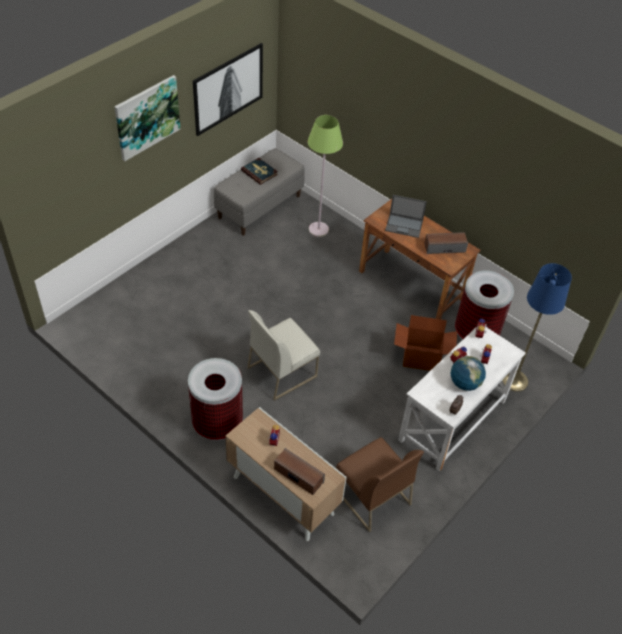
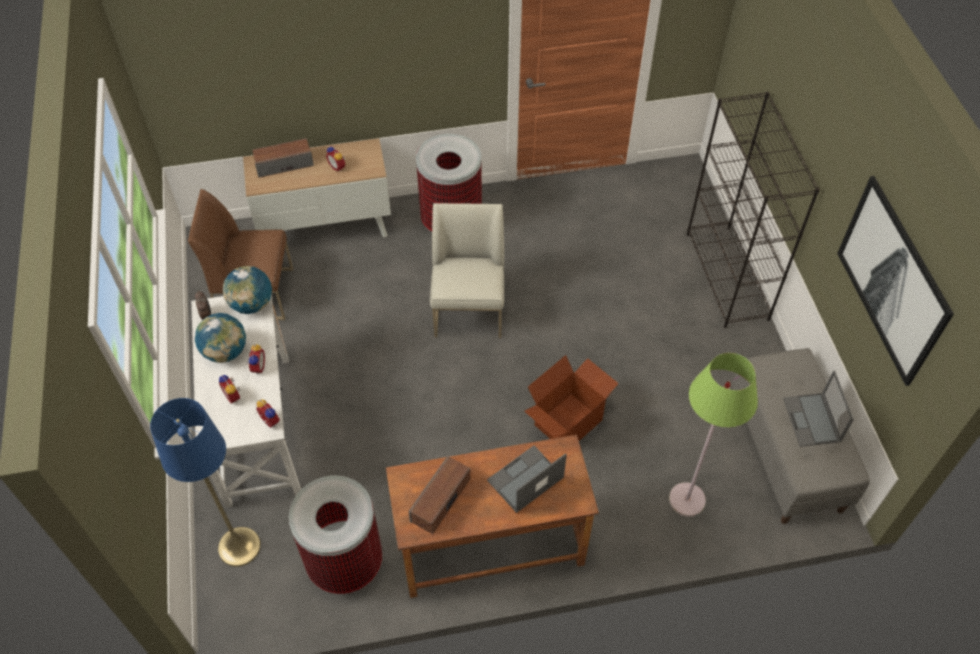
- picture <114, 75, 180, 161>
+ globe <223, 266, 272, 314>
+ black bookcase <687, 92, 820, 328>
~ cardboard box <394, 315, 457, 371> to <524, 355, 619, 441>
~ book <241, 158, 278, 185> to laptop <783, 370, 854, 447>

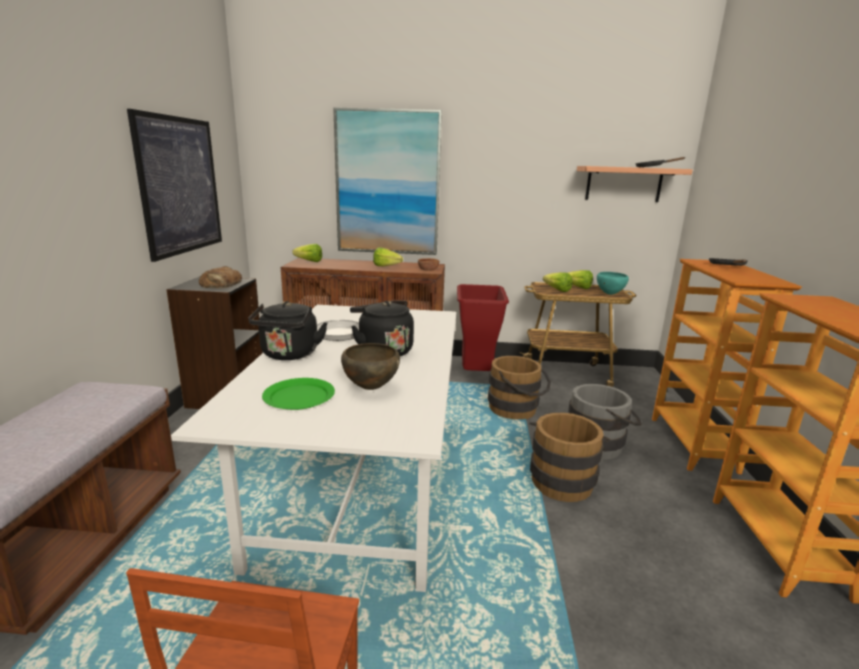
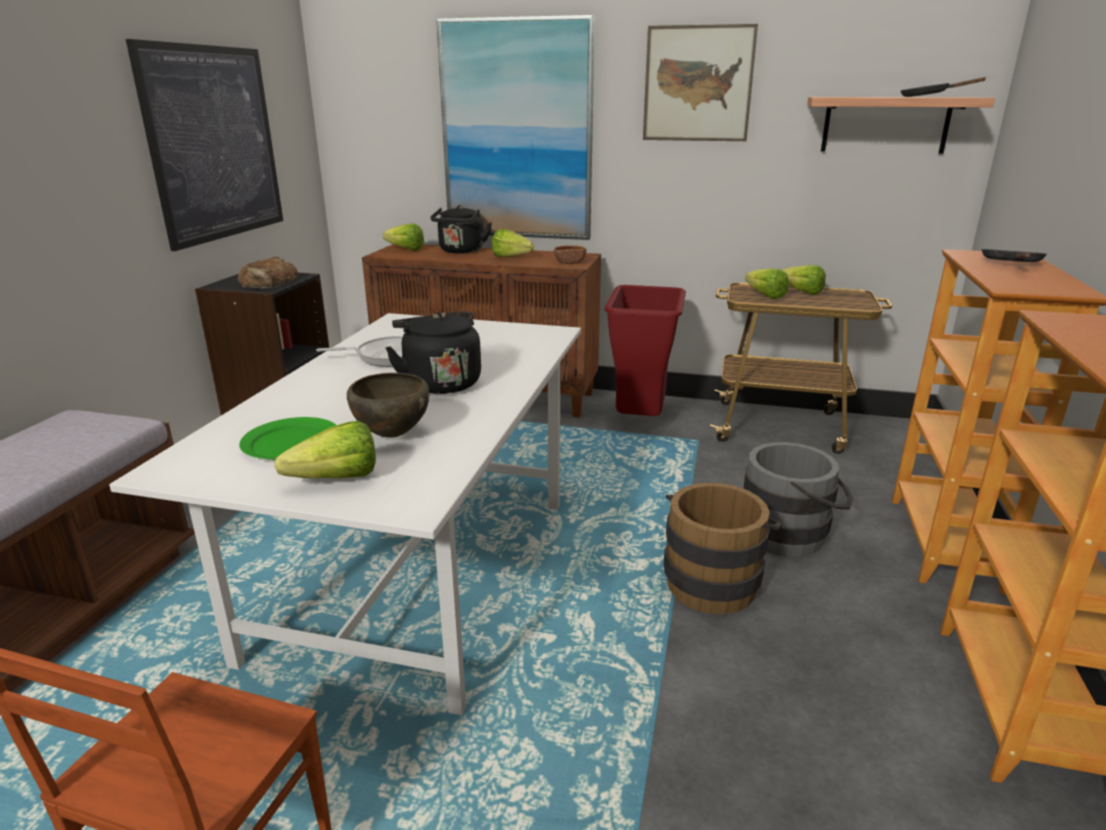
- brown bucket <488, 356, 551, 419>
- turquoise bowl <597, 272, 629, 295>
+ lettuce <274, 421, 376, 478>
+ picture <643, 24, 758, 141>
~ black kettle <248, 301, 327, 360> to <431, 205, 492, 253>

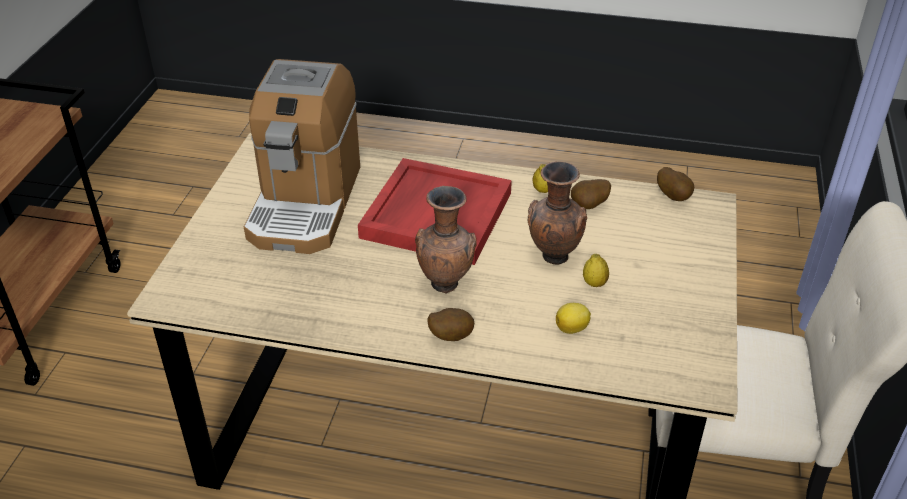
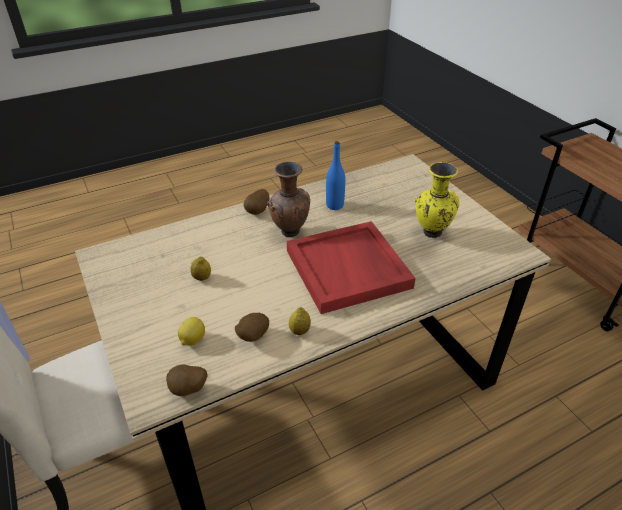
- brown vase <528, 161, 587, 265>
+ blue bottle <326, 141, 345, 210>
~ lemon <556, 303, 591, 334> to <178, 317, 205, 346>
~ coffee machine <244, 59, 360, 254> to yellow vase <415, 162, 459, 238>

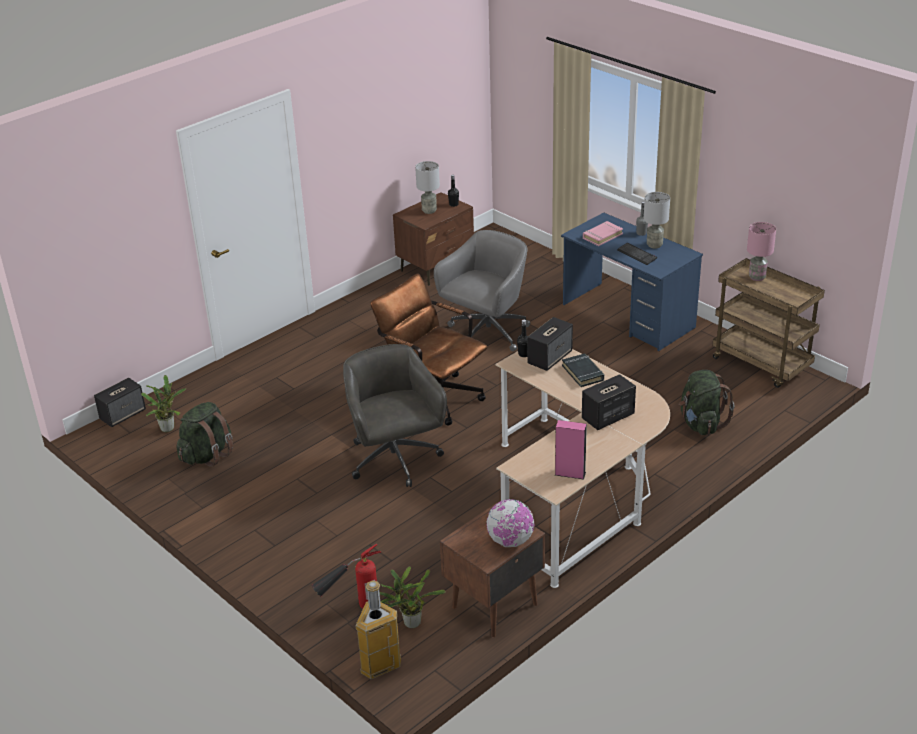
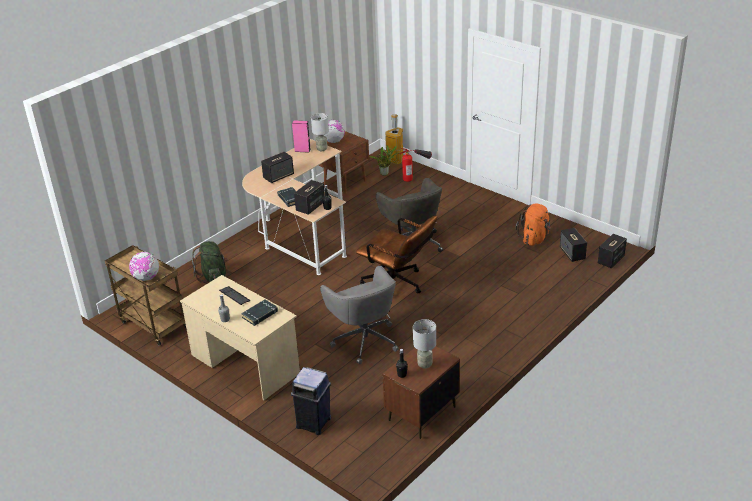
+ blue trash can <291, 367, 331, 435>
~ grey table lamp <644, 192, 670, 249> to <311, 113, 329, 151>
~ potted plant <141, 375, 186, 432> to speaker <560, 228, 587, 262>
~ pink table lamp <747, 222, 776, 281> to globe <129, 252, 159, 281>
~ green backpack <177, 402, 233, 467> to orange backpack <516, 203, 551, 246>
~ blue desk <561, 212, 703, 351> to beige desk <180, 275, 300, 401>
~ pink book <583, 221, 623, 246> to black book <242, 299, 278, 326>
~ grey office chair <434, 230, 530, 352> = <320, 266, 399, 364> 60 degrees counterclockwise

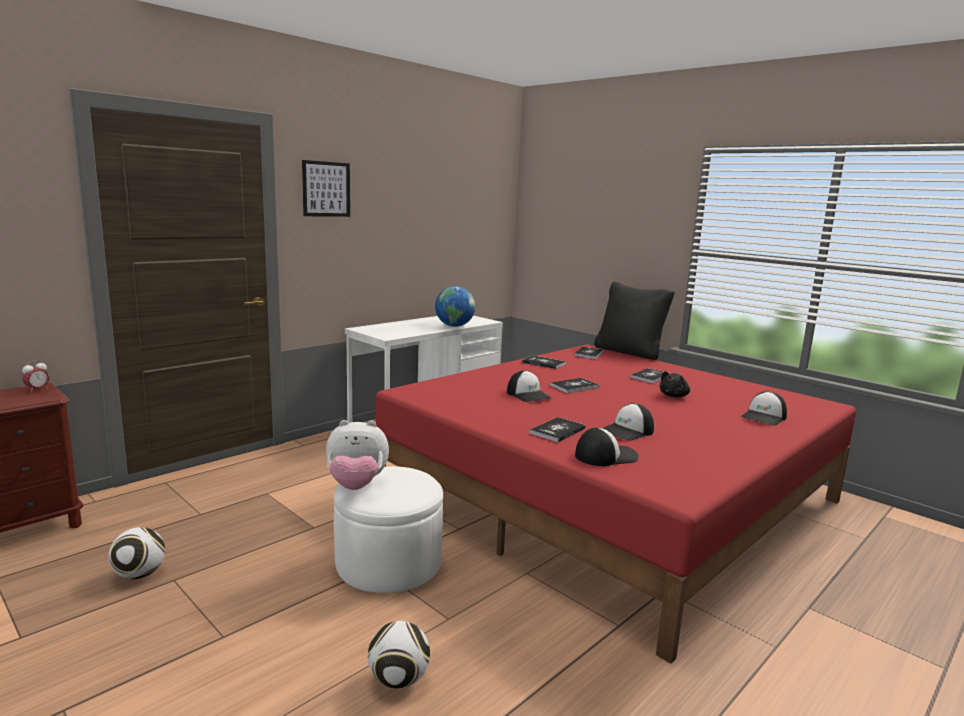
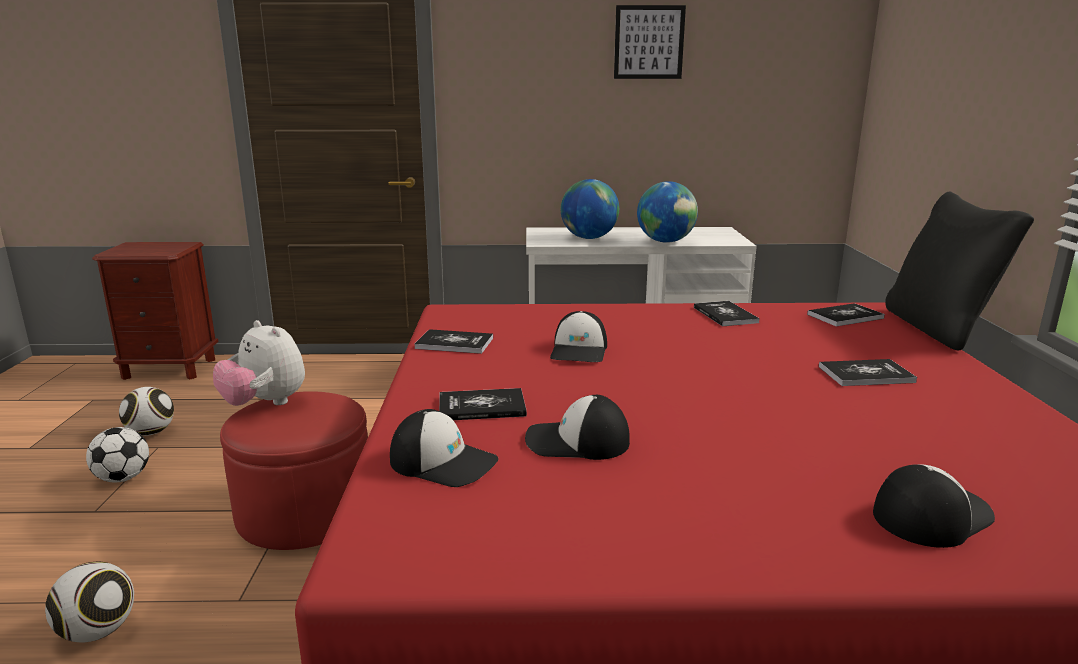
- alarm clock <22, 360, 50, 392>
- black plush toy <659, 371, 690, 397>
+ football <86, 427, 149, 483>
+ globe <561, 179, 619, 239>
~ picture <302, 160, 350, 217> to <614, 5, 686, 79>
~ book <550, 378, 599, 393> to <415, 329, 493, 354>
~ white ottoman <334, 466, 443, 593> to red ottoman <220, 391, 368, 550>
~ cap <741, 391, 787, 426> = <873, 464, 995, 548> 150 degrees clockwise

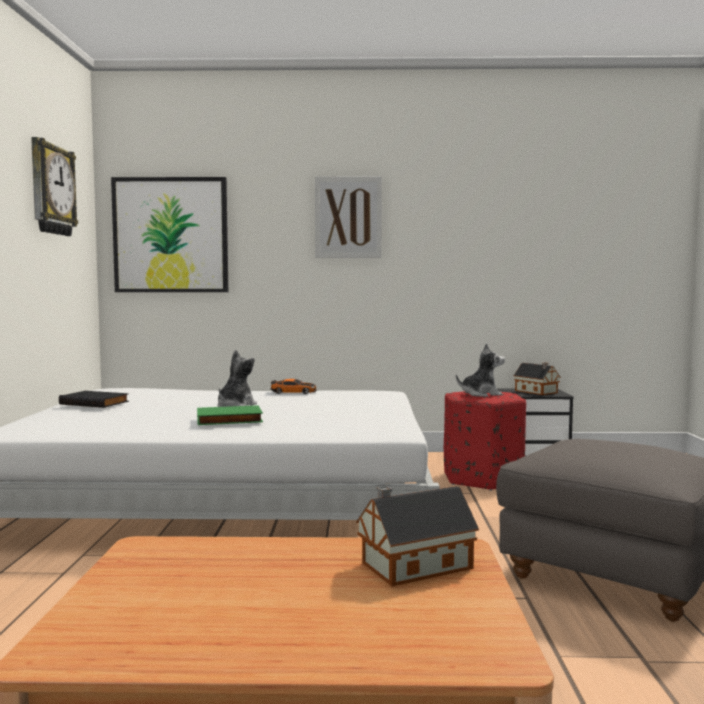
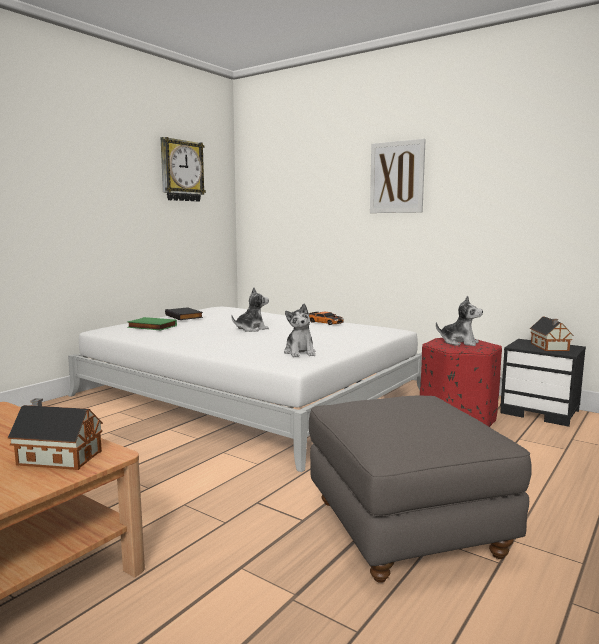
- picture <111, 177, 228, 292>
+ plush toy <284, 304, 315, 357>
~ green book <197, 405, 263, 425> to <127, 317, 177, 330>

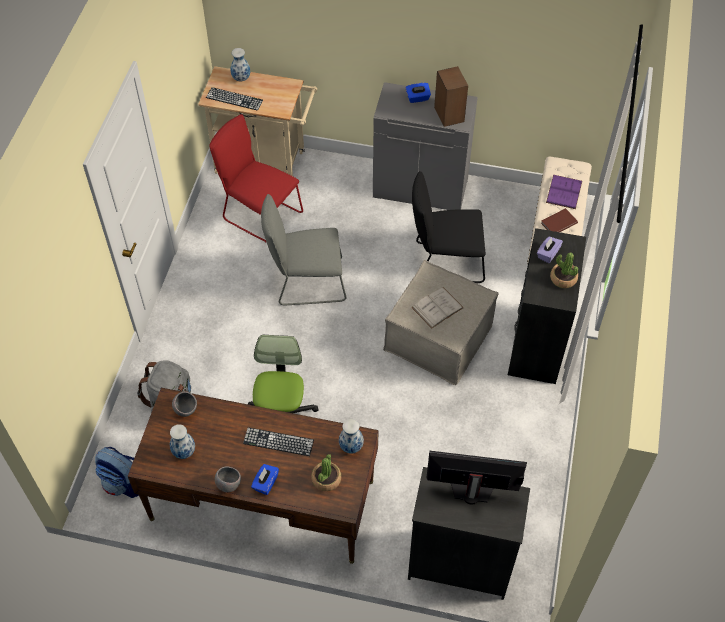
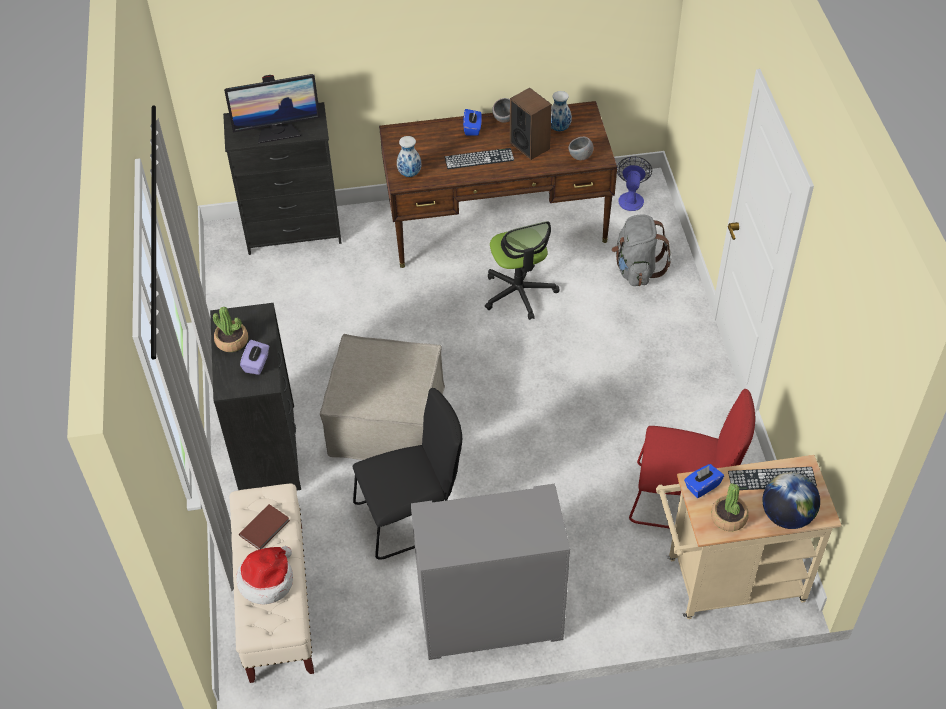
- grey chair <261, 194, 347, 305>
- white book <411, 287, 463, 328>
~ potted plant <311, 454, 341, 491> to <711, 483, 749, 531>
~ blue tissue box <406, 83, 431, 103> to <684, 464, 724, 498>
~ speaker <434, 66, 468, 127> to <510, 88, 552, 160>
~ backpack <95, 447, 139, 498> to fan <617, 156, 652, 211>
~ vase <230, 48, 250, 81> to globe <763, 473, 820, 529>
~ purple book <546, 175, 582, 209> to hat <236, 546, 293, 604>

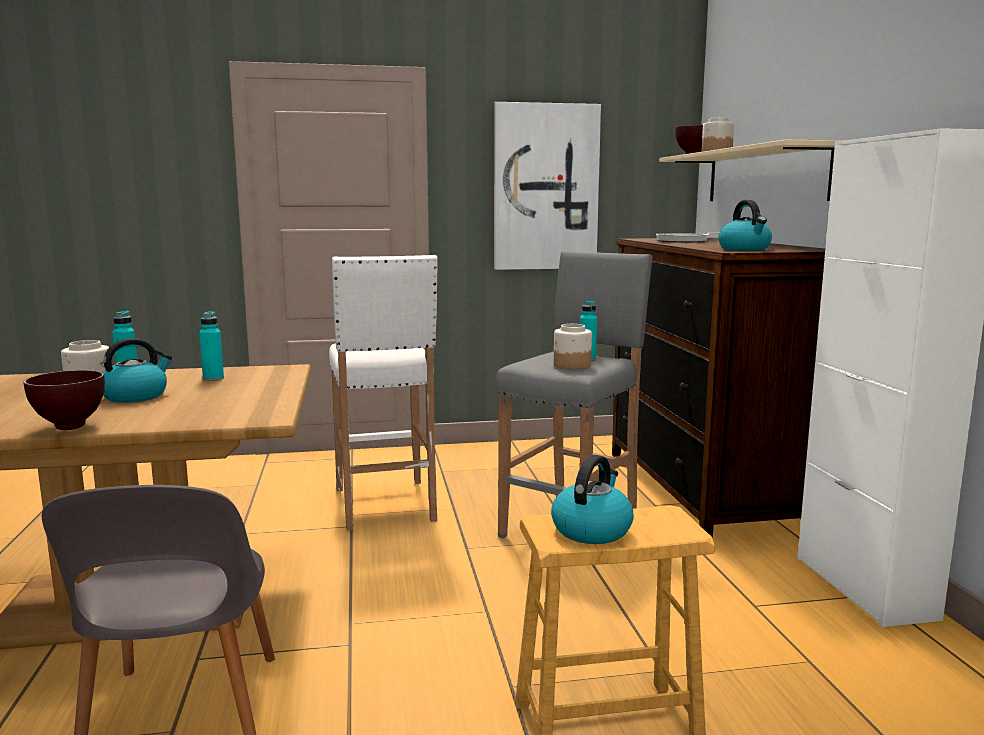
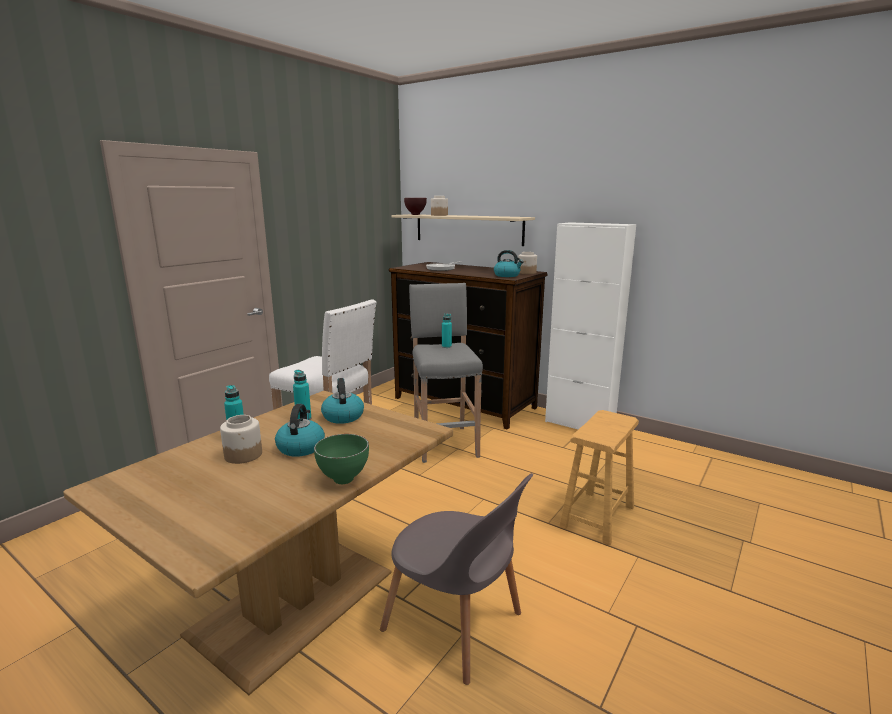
- picture <494, 102, 601, 270>
~ kettle <551, 455, 634, 544> to <321, 378, 364, 424>
~ jar <554, 324, 592, 370> to <518, 252, 537, 274>
~ brown bowl <23, 370, 105, 430> to green bowl <314, 434, 369, 484>

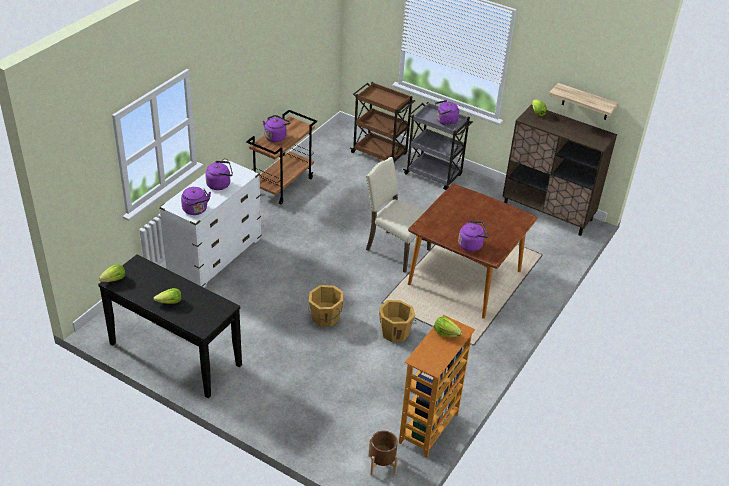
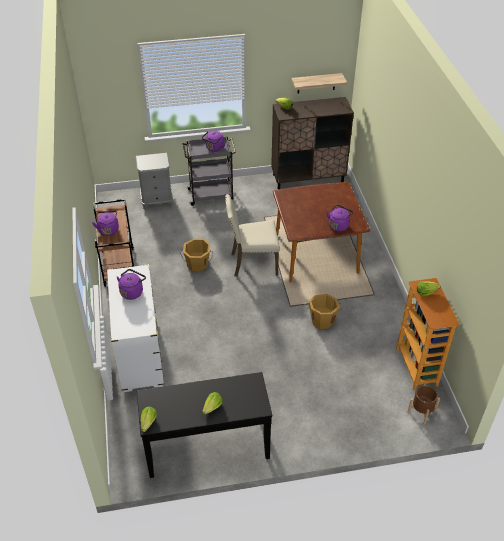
- purple kettle <181, 187, 211, 215>
~ orange bucket <307, 285, 344, 327> to <180, 238, 213, 271>
~ brown cart <350, 82, 415, 162> to grey nightstand <135, 153, 173, 210>

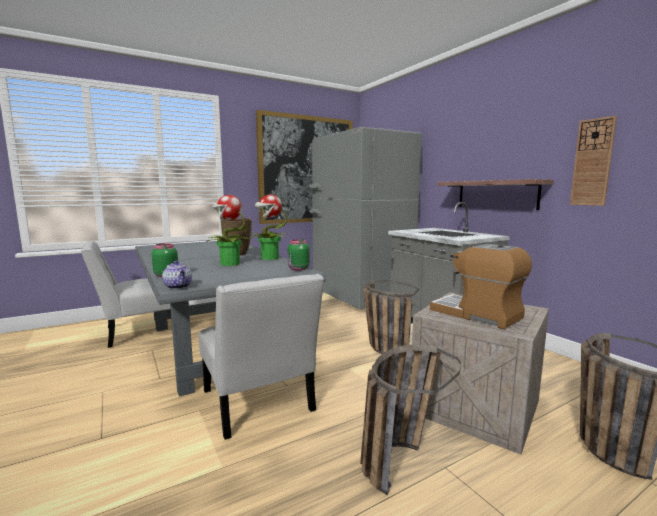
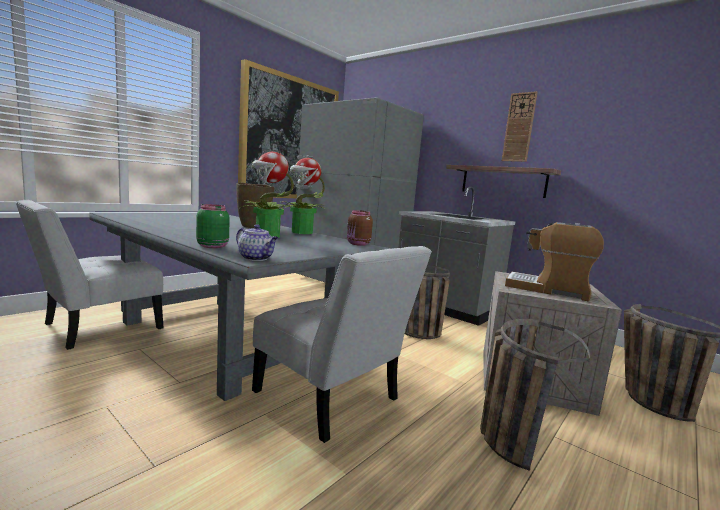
~ wall clock <570, 116, 617, 206> to <502, 91, 538, 162>
~ green jar <288, 239, 310, 271> to brown jar <347, 210, 373, 246>

